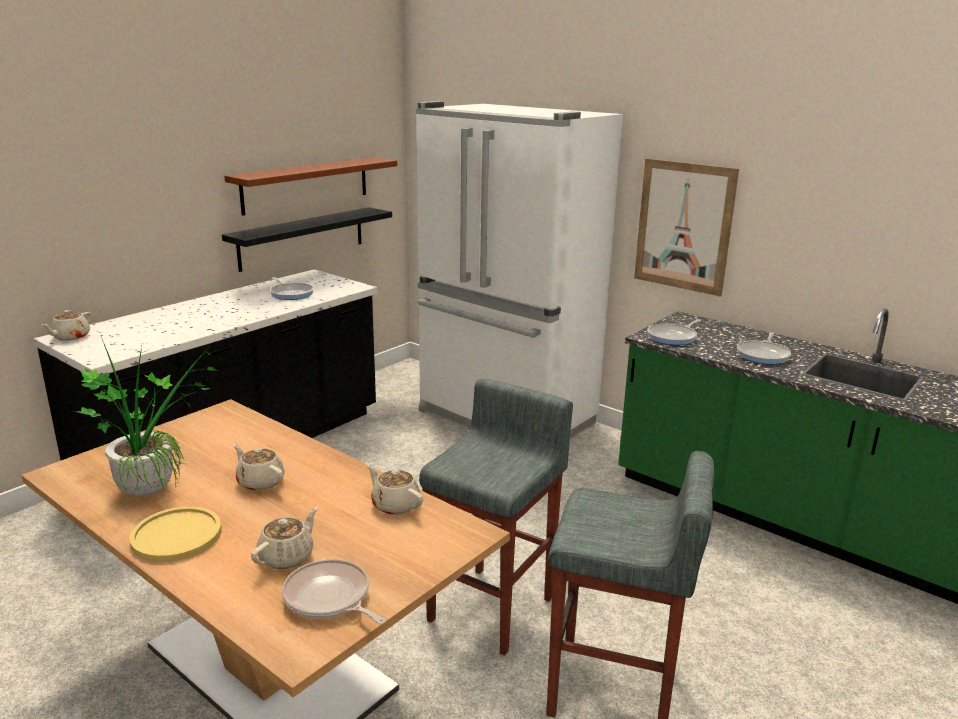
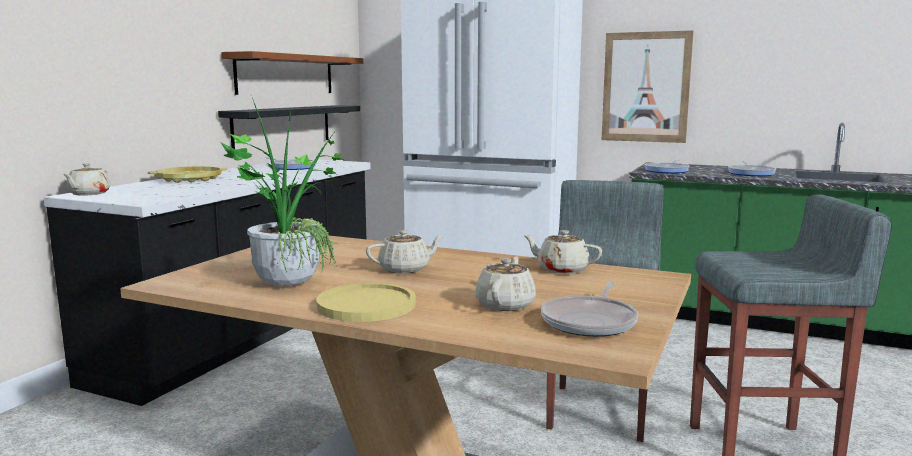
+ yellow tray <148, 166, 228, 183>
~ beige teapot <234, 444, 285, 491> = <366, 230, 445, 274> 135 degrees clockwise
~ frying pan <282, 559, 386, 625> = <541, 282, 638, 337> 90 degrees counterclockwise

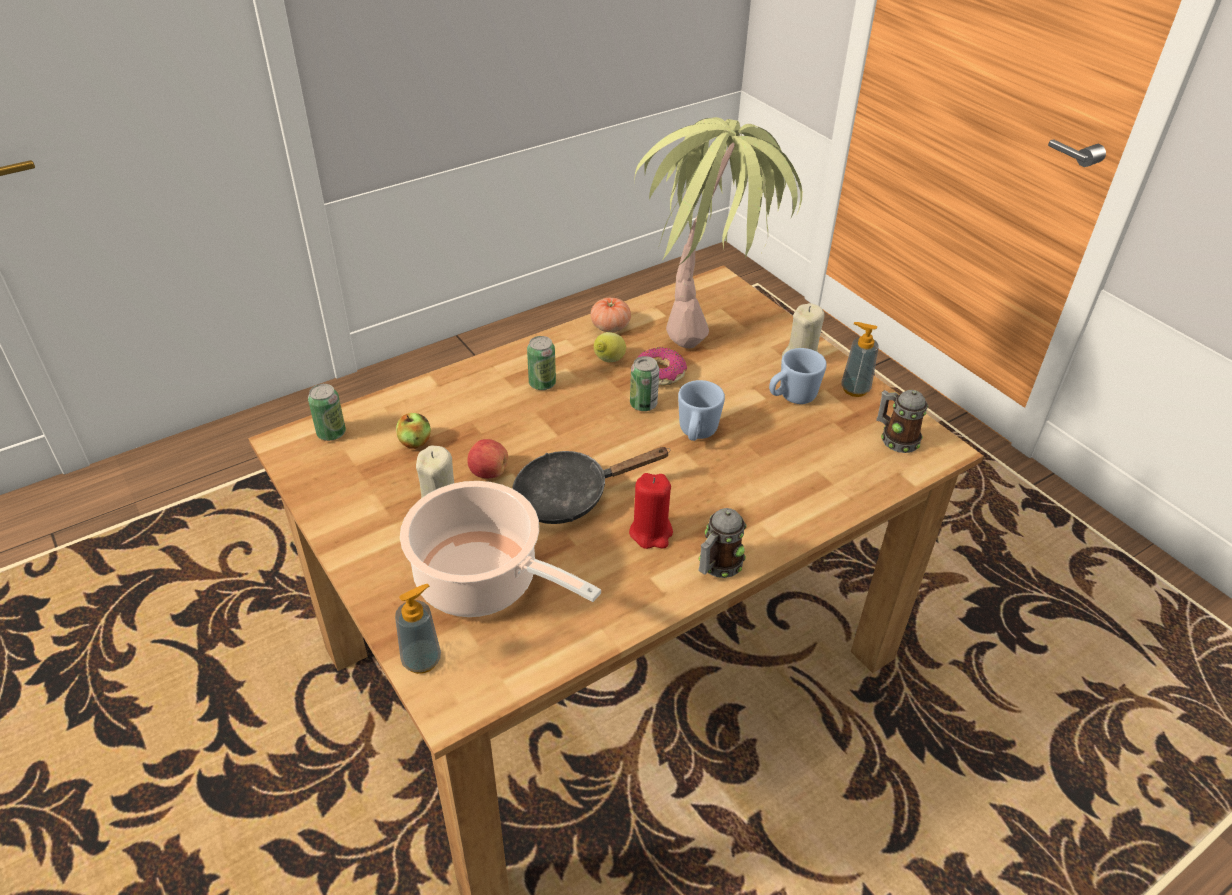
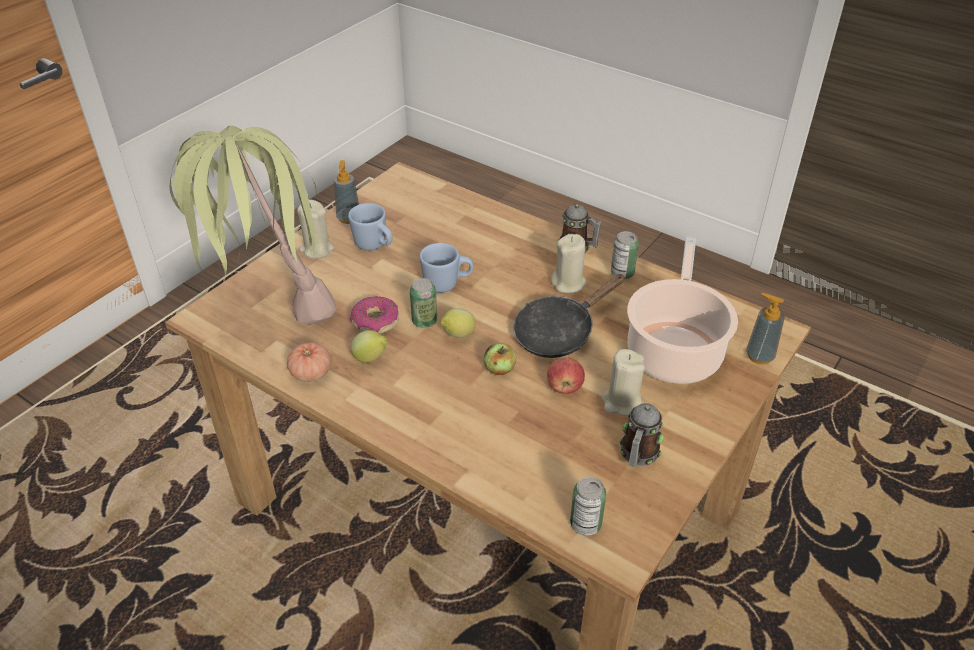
+ lemon <441, 308, 476, 338>
~ apple <396, 413, 431, 449> to <484, 343, 516, 375>
~ can <527, 336, 556, 390> to <611, 231, 639, 279>
~ mug <876, 390, 928, 453> to <620, 403, 664, 467>
~ red candle <629, 473, 673, 549> to beige candle <551, 234, 587, 293>
~ black frying pan <512, 447, 670, 524> = <513, 274, 626, 358> 90 degrees clockwise

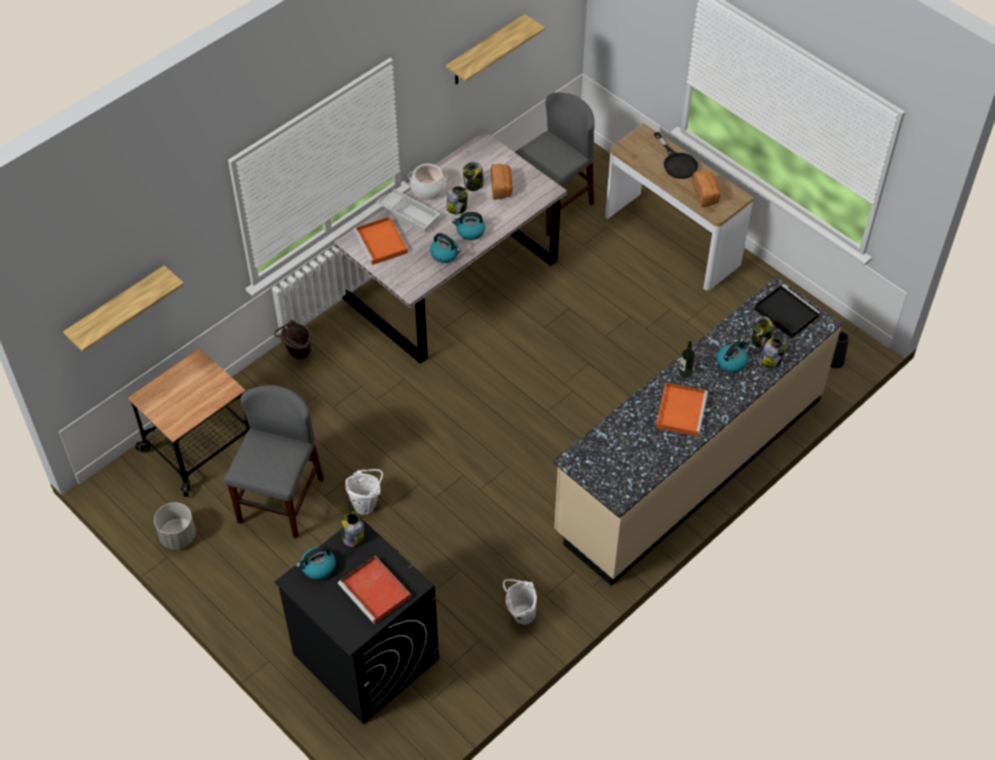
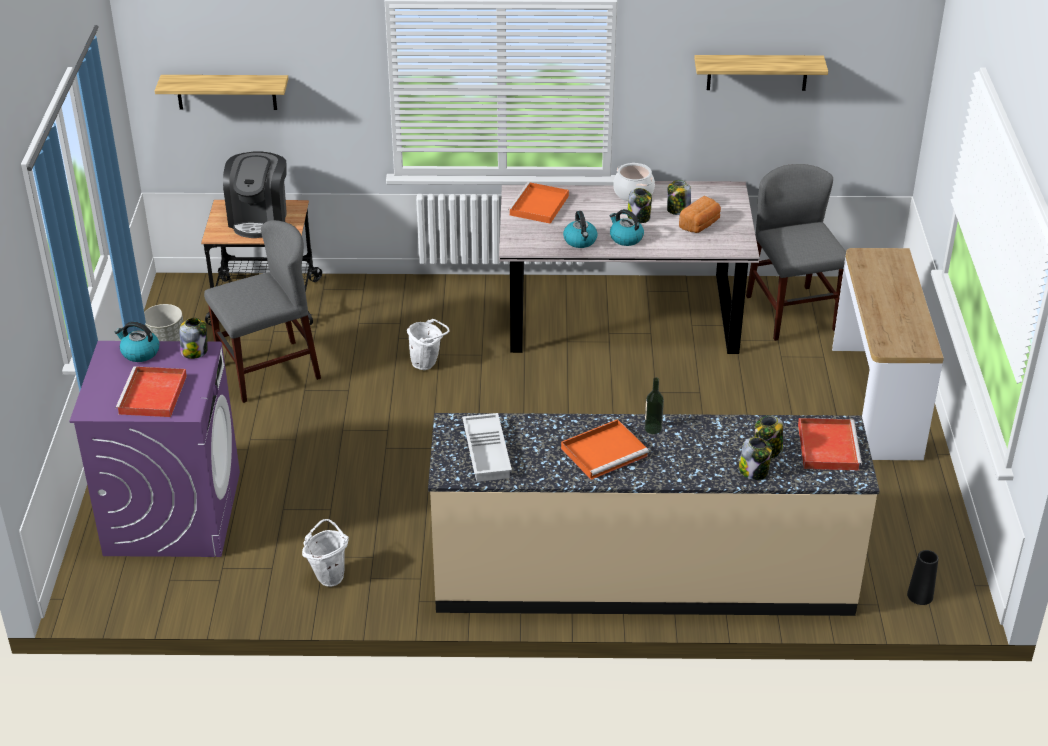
- brown bucket <274, 320, 312, 360>
- black frying pan <654, 132, 698, 179>
- bread <692, 171, 721, 207>
- kettle <716, 340, 748, 373>
+ coffee machine <223, 152, 287, 238>
~ white bucket <345, 469, 383, 515> to <407, 319, 450, 370>
~ white tray <376, 189, 440, 233> to <462, 413, 512, 482>
~ black washing machine <274, 520, 439, 724> to purple washing machine <69, 341, 240, 557>
~ black tray <754, 284, 820, 338> to red tray <798, 418, 862, 470>
~ grey chair <515, 93, 595, 236> = <746, 164, 846, 341> 105 degrees counterclockwise

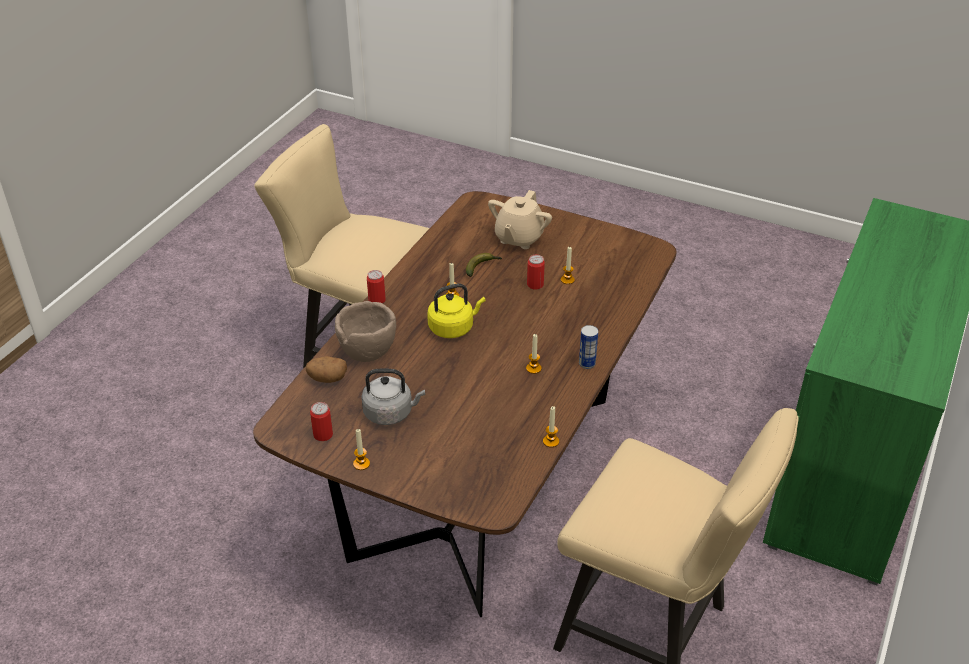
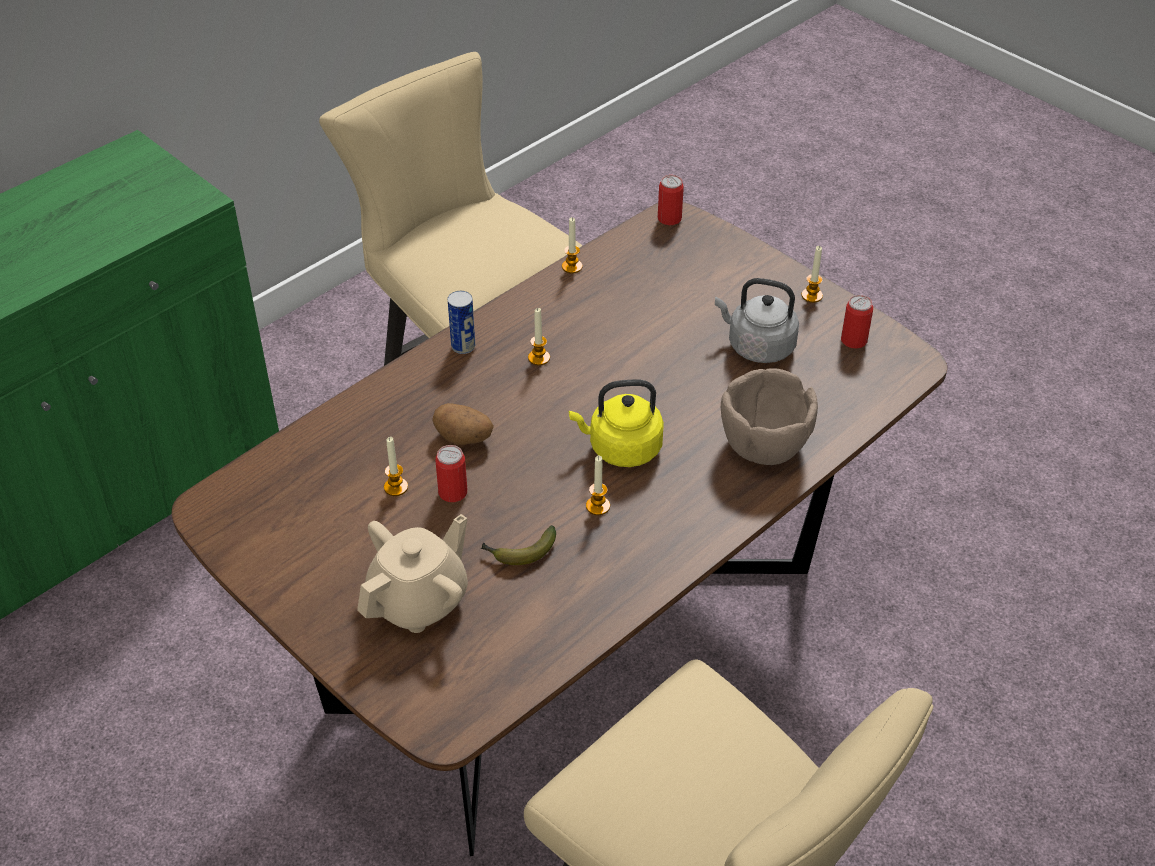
~ potato <306, 356, 347, 383> to <432, 403, 494, 445>
~ can <367, 270, 386, 304> to <658, 175, 684, 225>

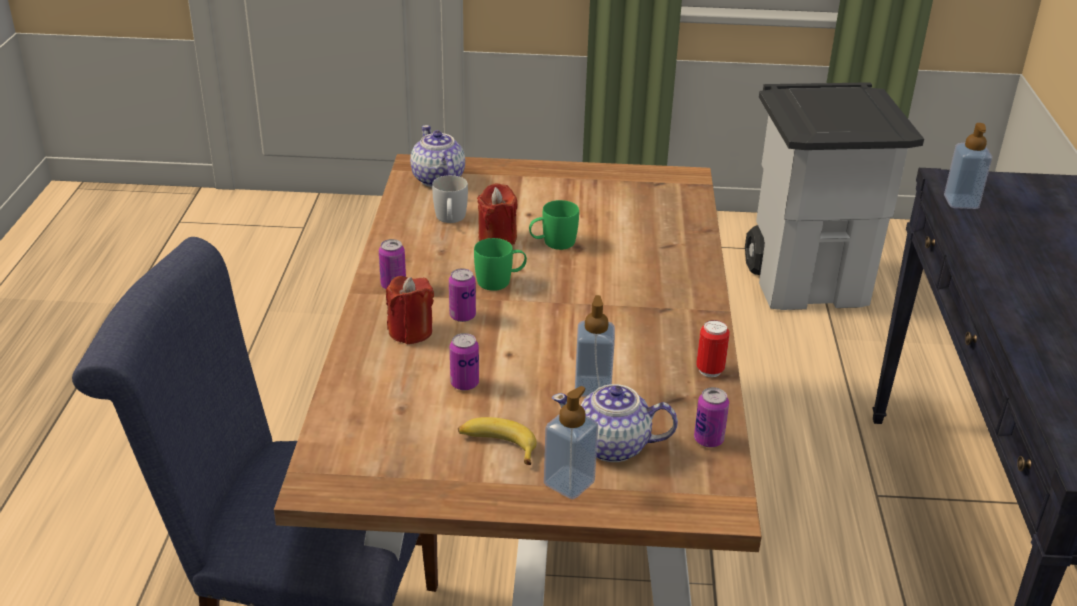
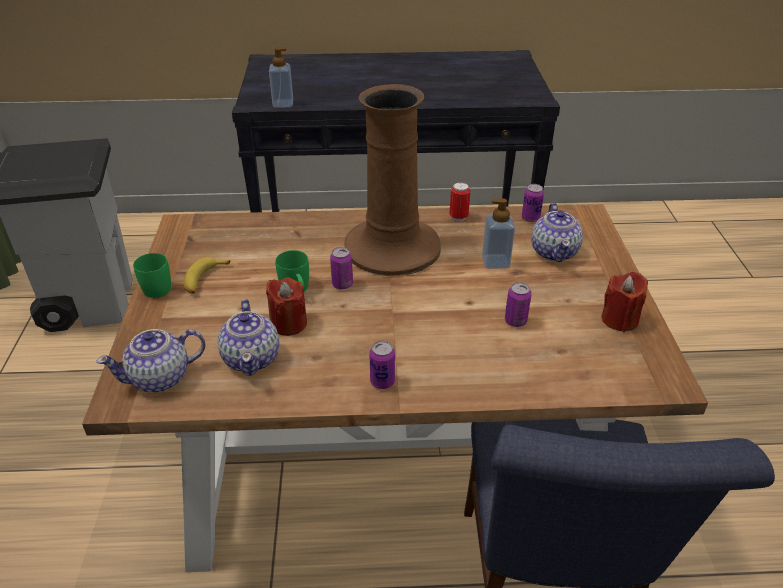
- soap dispenser <544, 386, 598, 499>
+ brown vase <344, 84, 441, 276>
~ red candle <386, 276, 434, 345> to <602, 272, 648, 332>
~ can <449, 268, 476, 322> to <330, 247, 353, 289>
~ banana <458, 417, 537, 465> to <183, 257, 231, 294>
~ green mug <474, 238, 527, 291> to <133, 253, 171, 298>
~ white mug <432, 175, 468, 223> to teapot <217, 299, 279, 376>

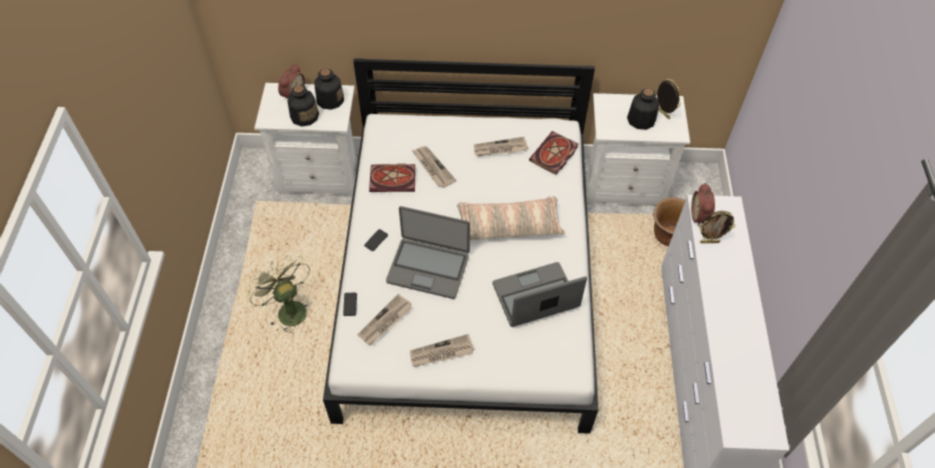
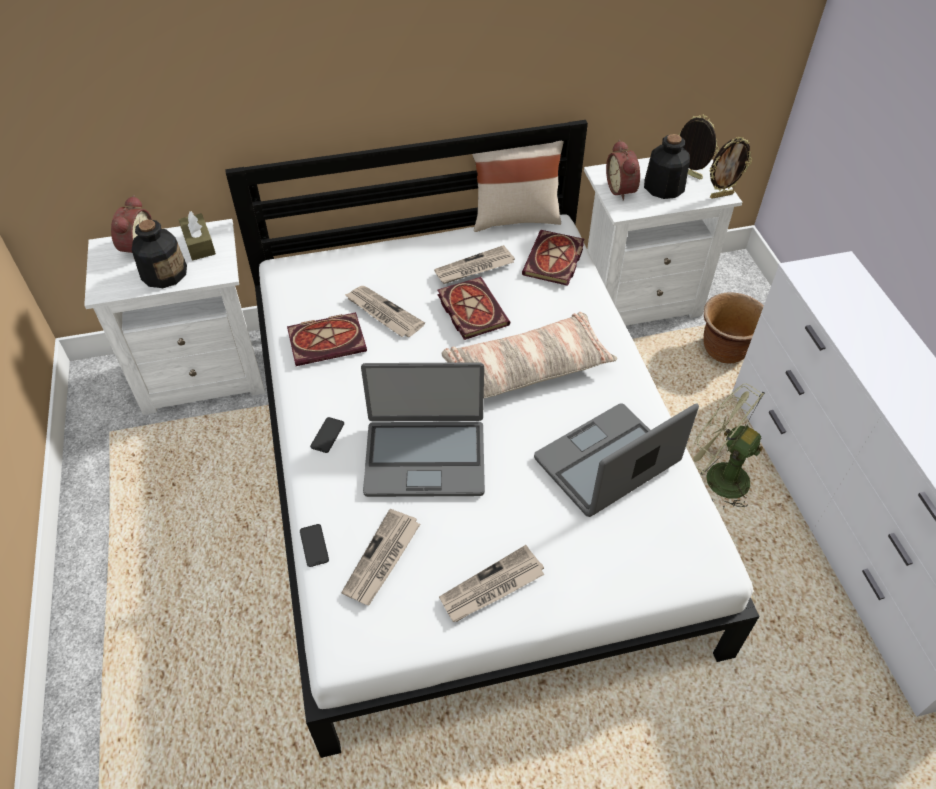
+ book <437, 277, 510, 340>
+ beige pillow <472, 141, 564, 232>
~ green fan <245, 255, 310, 333> to <689, 383, 765, 509>
~ alarm clock <691, 183, 715, 226> to <606, 140, 640, 201>
~ picture frame <699, 211, 736, 243> to <710, 136, 752, 199>
~ bottle <314, 68, 344, 110> to brown tissue box <178, 211, 216, 260>

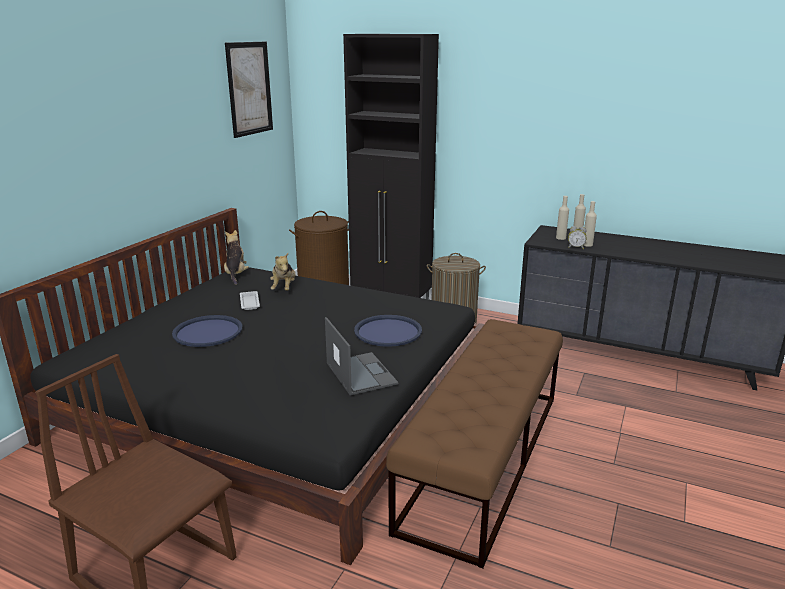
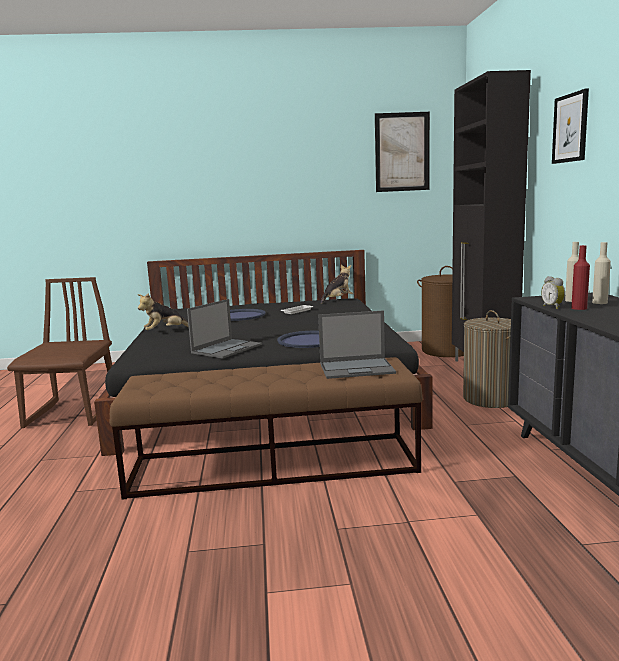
+ laptop <318, 310, 396, 379>
+ picture <552, 88, 589, 164>
~ plush toy <270, 253, 296, 291> to <138, 293, 189, 330>
~ beige bottle <583, 201, 597, 247> to red bottle <571, 245, 590, 310>

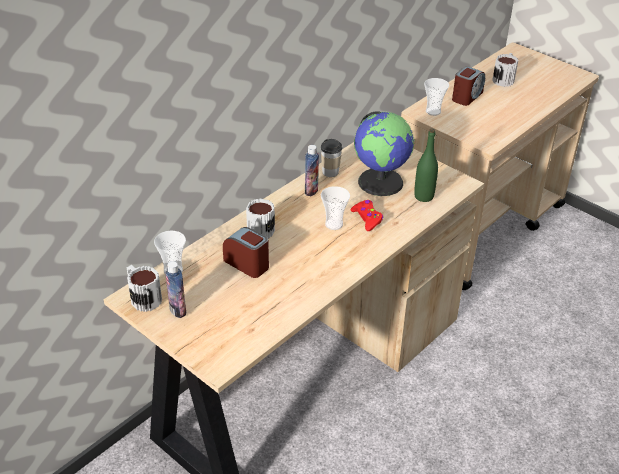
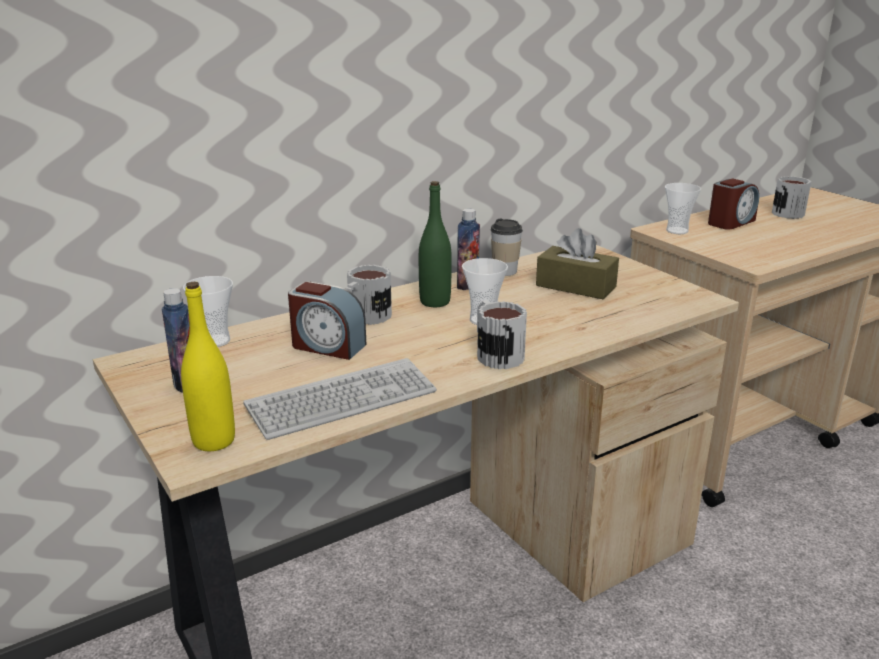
- red game controller <351, 200, 383, 231>
+ yellow bottle <181, 282, 235, 451>
+ keyboard <243, 358, 437, 440>
~ mug <127, 265, 162, 312> to <477, 300, 527, 369>
~ green bottle <414, 129, 438, 202> to <419, 181, 452, 307>
~ globe <354, 111, 414, 196> to brown tissue box <536, 228, 619, 299>
~ alarm clock <223, 227, 269, 278> = <288, 282, 366, 360> 150 degrees clockwise

